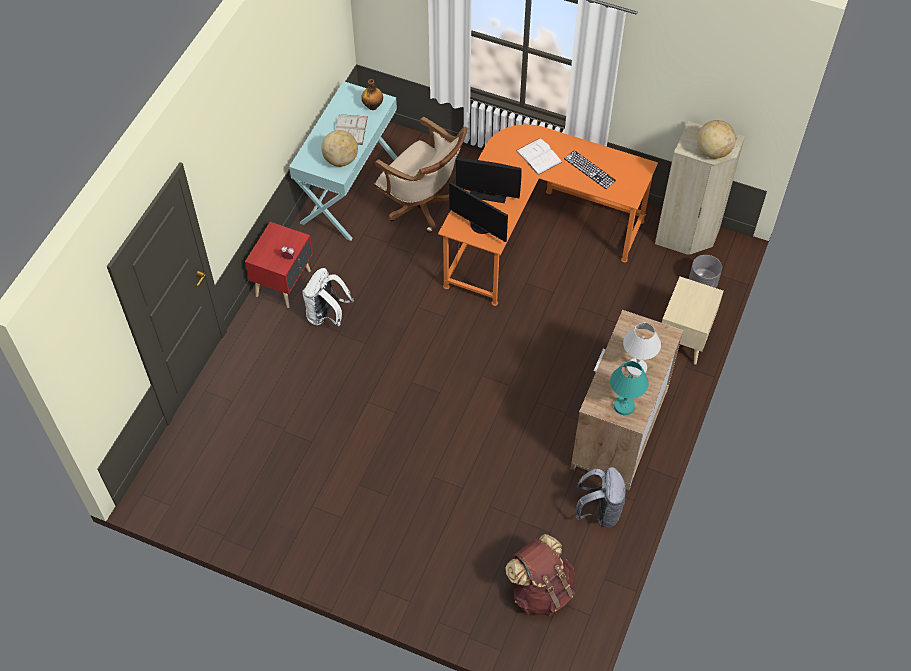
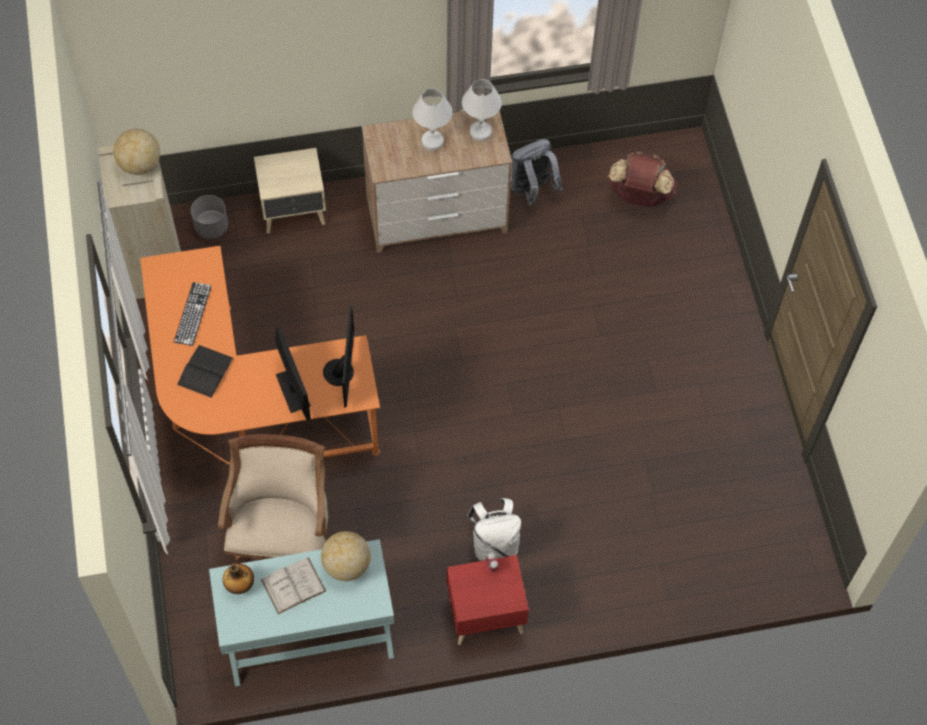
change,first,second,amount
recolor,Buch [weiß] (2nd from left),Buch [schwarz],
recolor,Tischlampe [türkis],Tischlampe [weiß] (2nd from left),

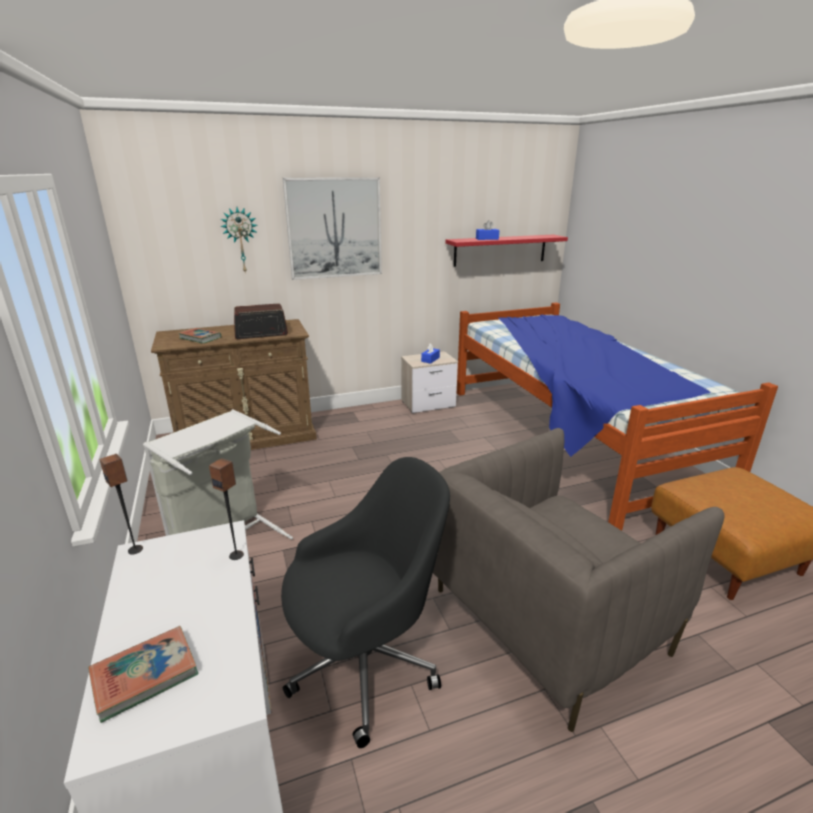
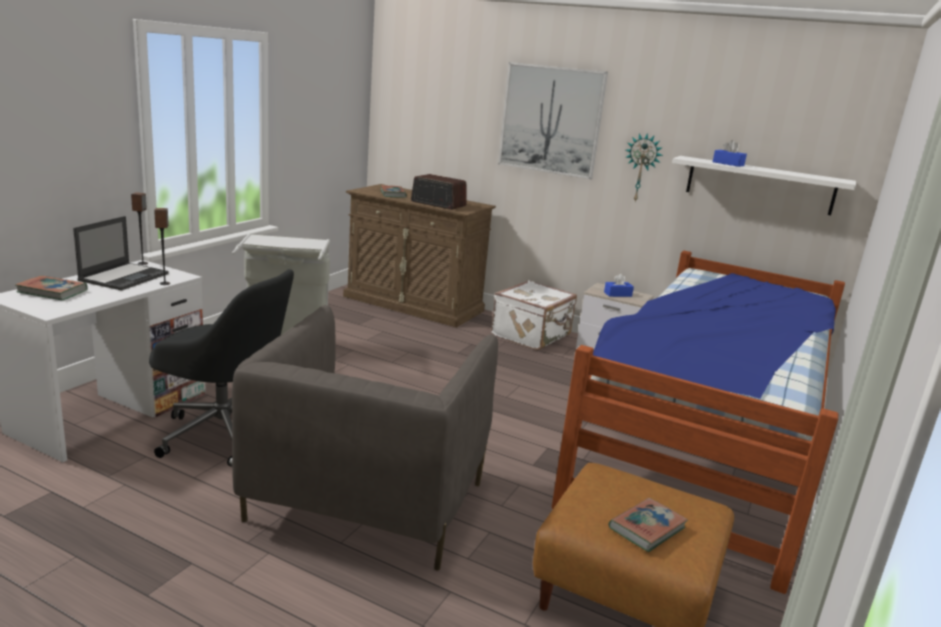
change,first,second,amount
move,Wanduhr,,
rotate,Sessel [grau],,90 degrees counterclockwise
recolor,Wandregal [rot],Wandregal [weiß],
insert,,Laptop,
insert,,Koffer [weiß],
insert,,Buch (3rd from left),

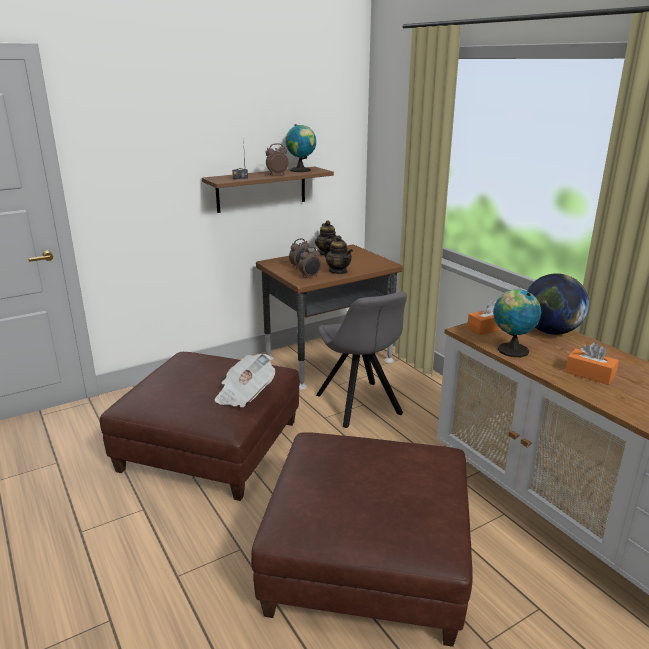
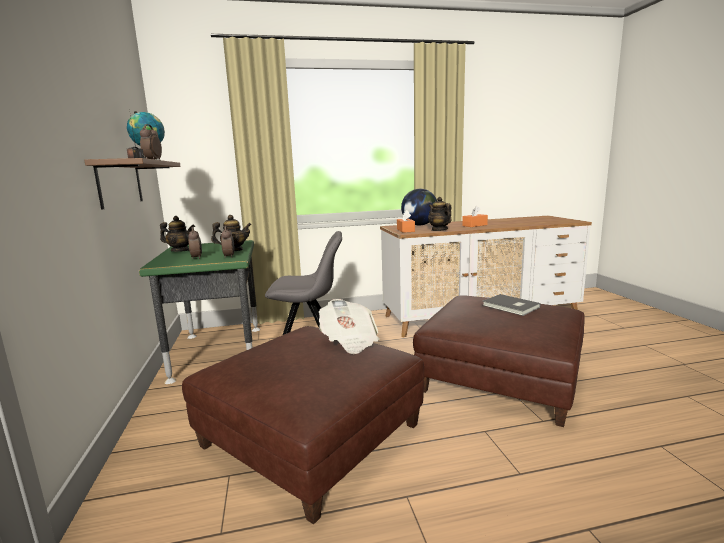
change,first,second,amount
recolor,Schreibtisch [braun],Schreibtisch [grün],
replace,Globus (2nd from left),Teekanne (3rd from left),
insert,,Buch [grau],

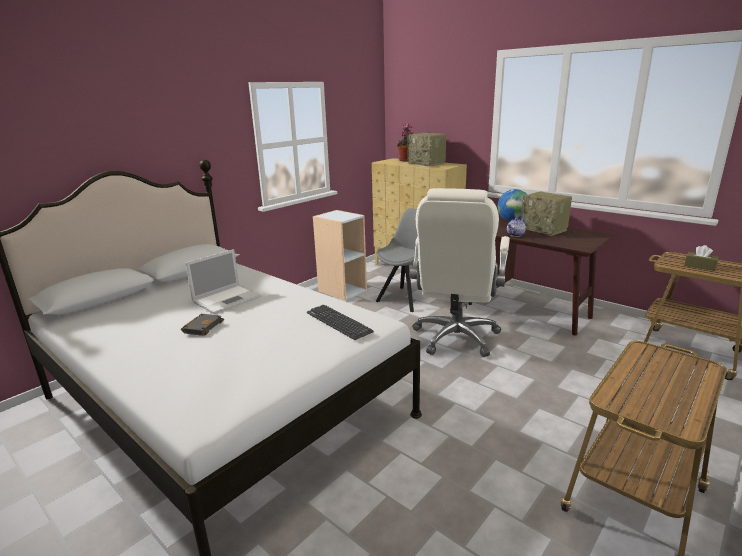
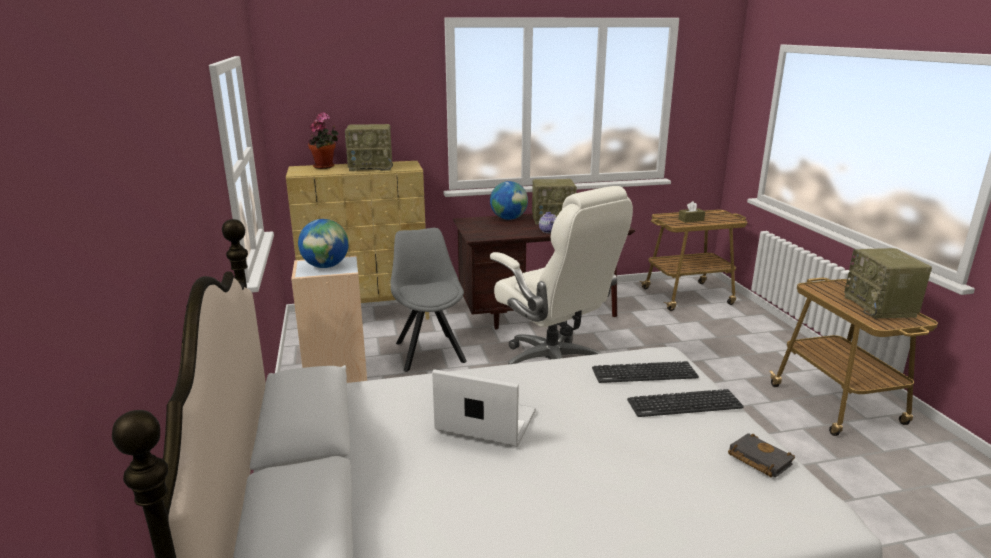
change,first,second,amount
move,Buch [schwarz],,
rotate,Laptop,,60 degrees counterclockwise
insert,,Globus (1st from left),
insert,,Tastatur (2nd from left),
insert,,Radio (3rd from left),

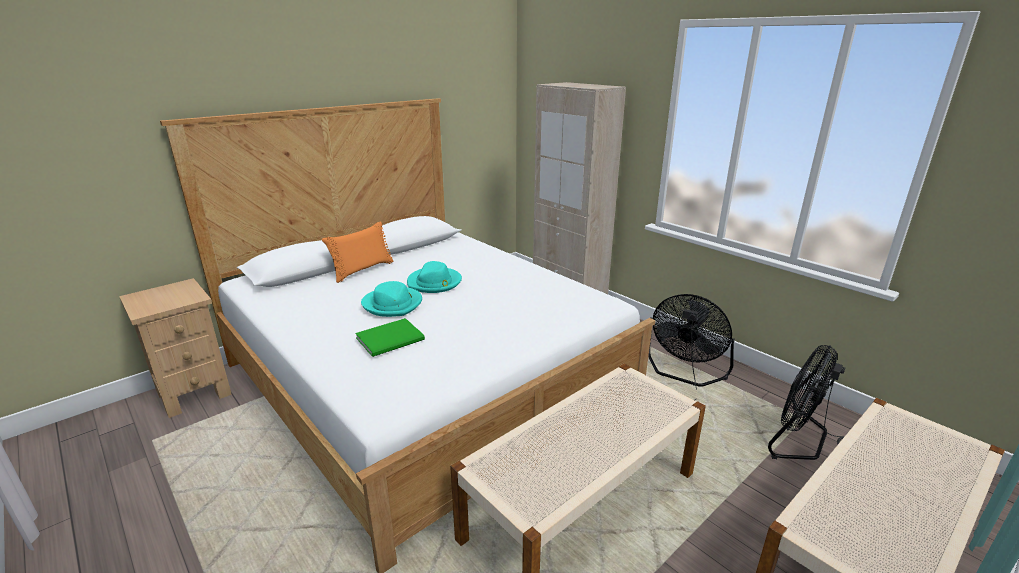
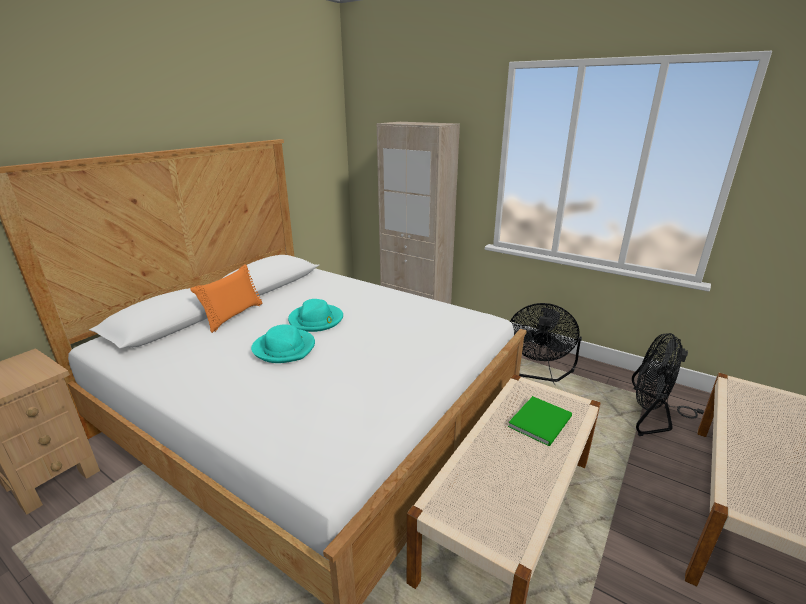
change,first,second,amount
move,Buch [grün],,

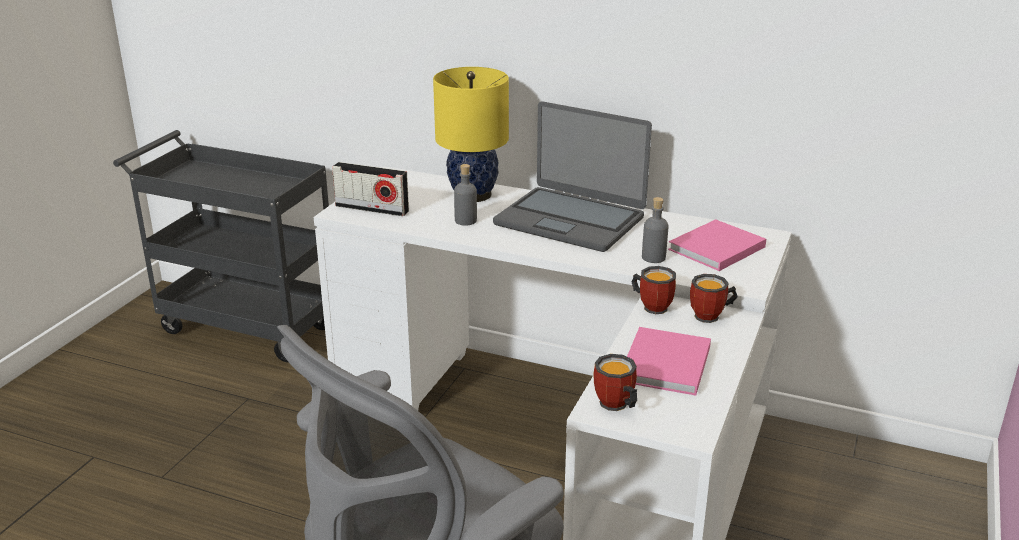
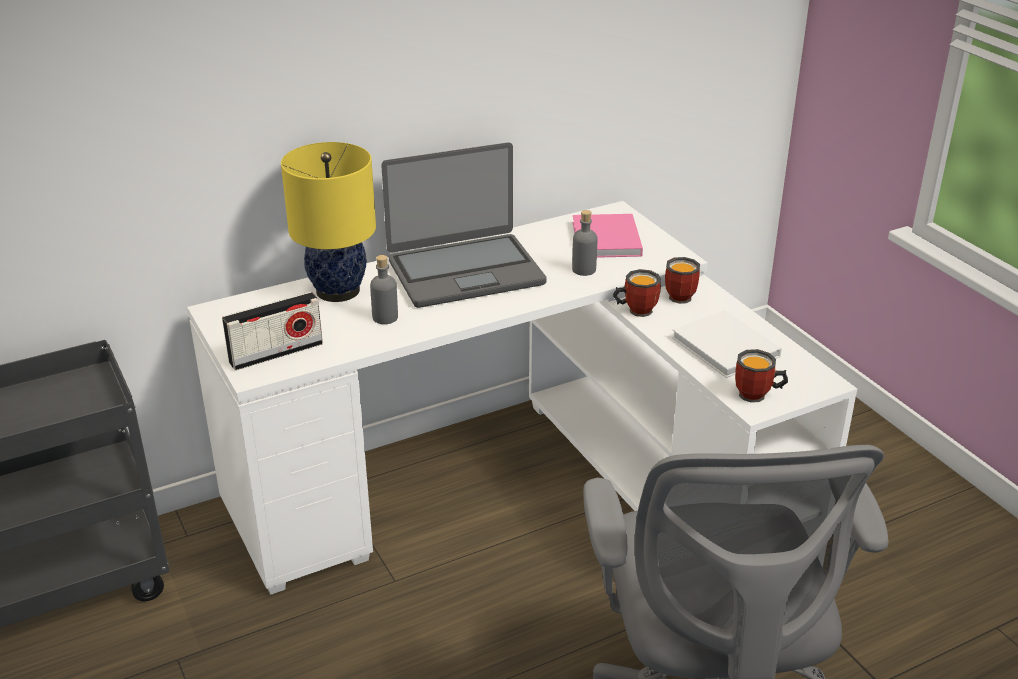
change,first,second,amount
recolor,Buch [rosa] (1st from left),Buch [weiß],

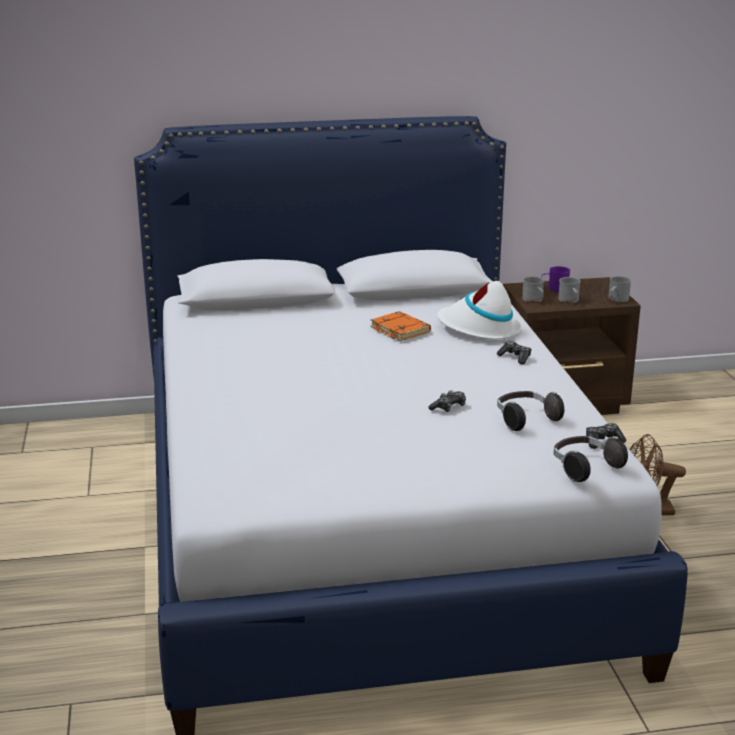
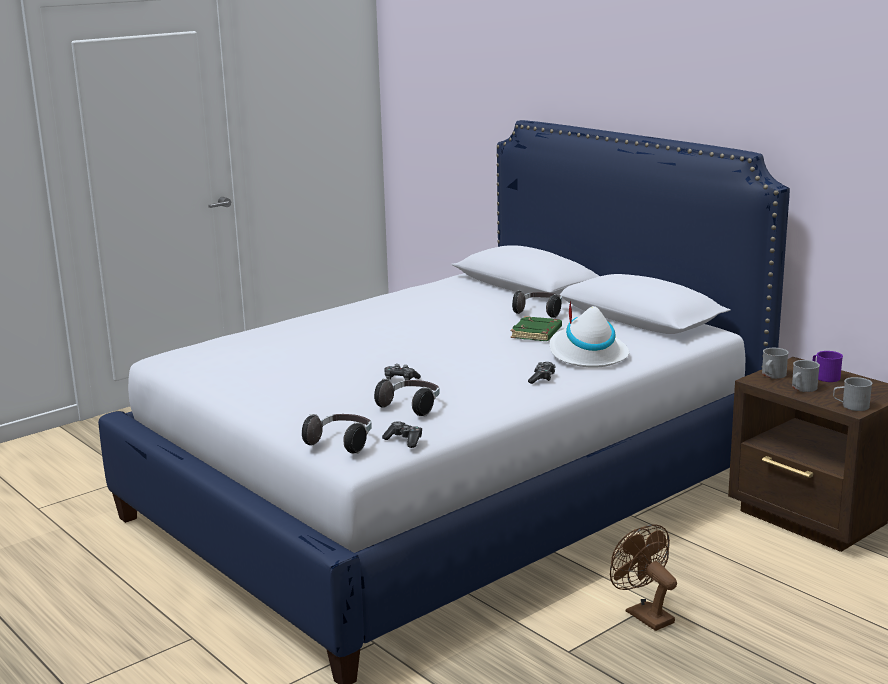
change,first,second,amount
recolor,Buch [orange],Buch [grün],
insert,,Kopfhörer (3rd from left),

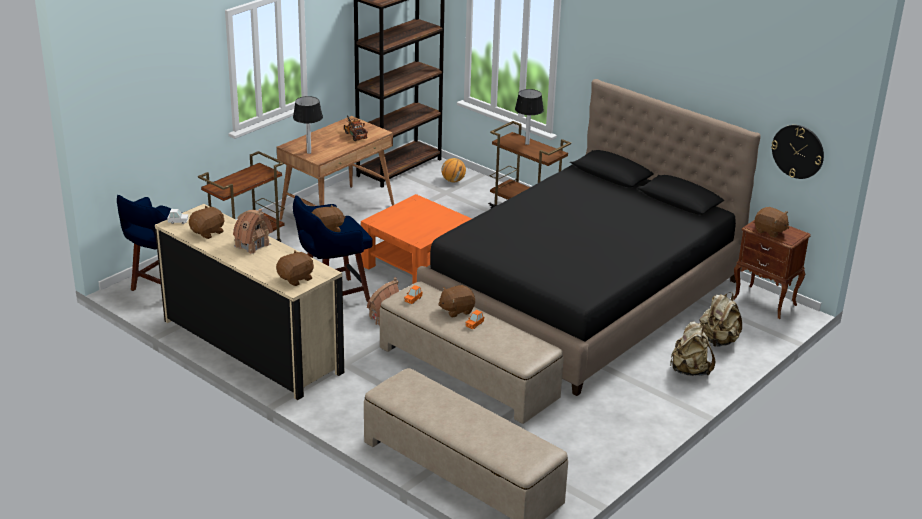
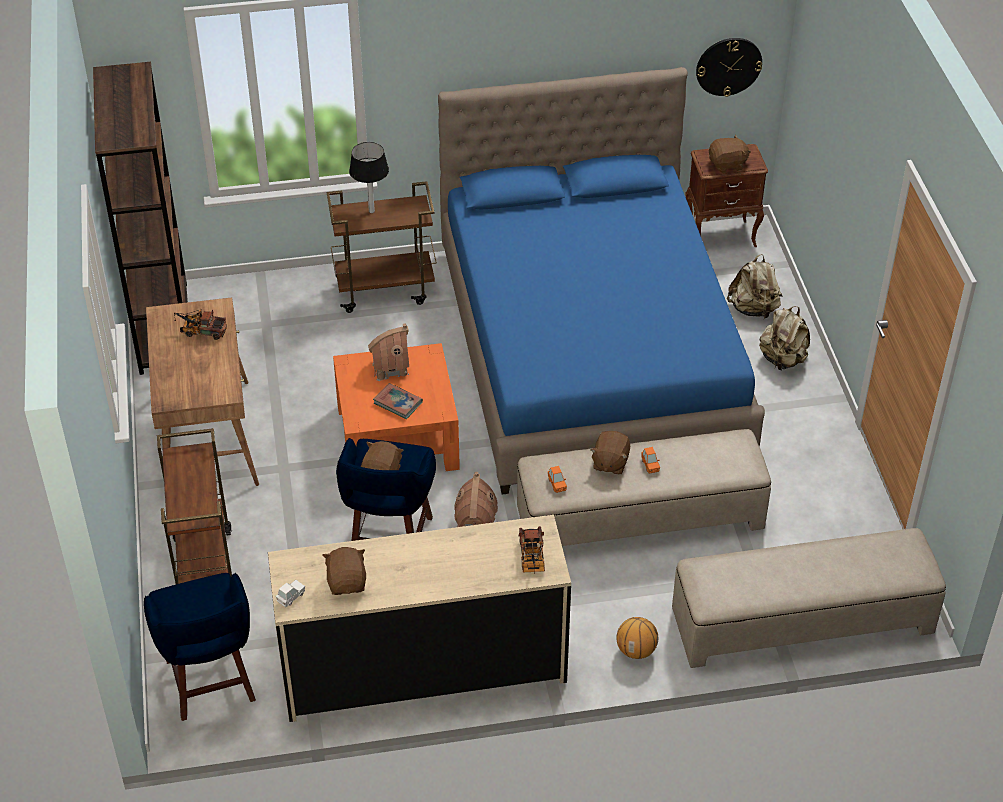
change,first,second,amount
move,Spielzeughaus (1st from left),,
replace,Plüschtier [braun] (2nd from left),Spielzeuglaster (2nd from left),
delete,Tischlampe (1st from left),,
recolor,Bett [schwarz],Bett [blau],
move,Basketball,,
insert,,Buch,

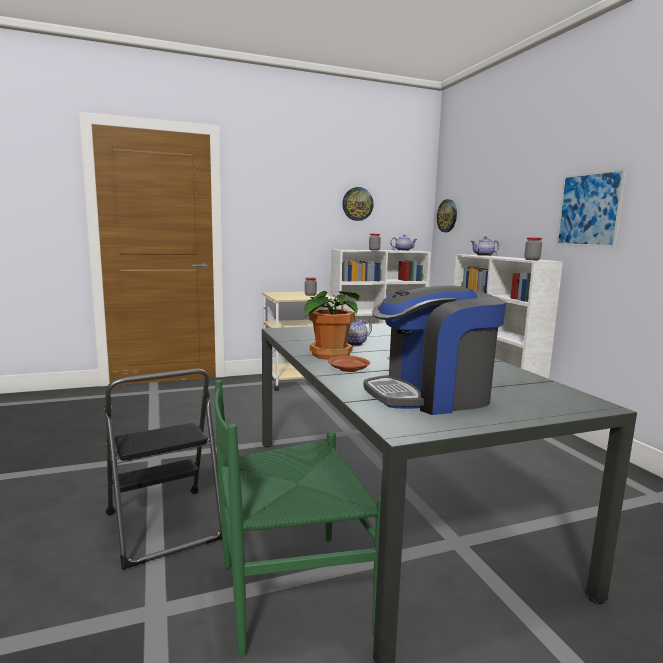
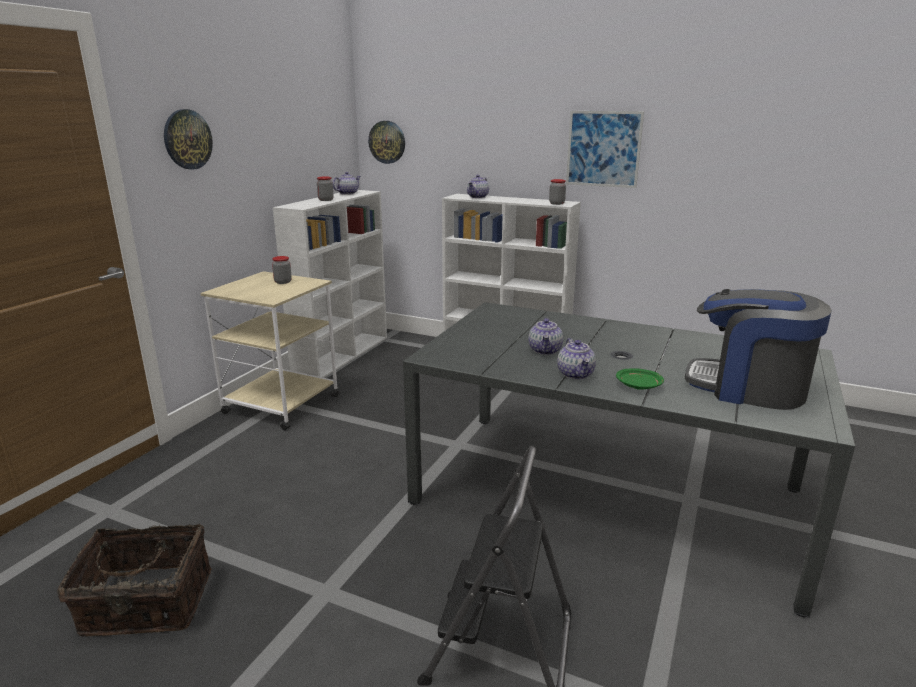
change,first,second,amount
delete,Stuhl [grün],,
replace,Topfpflanze,Teekanne (4th from left),
recolor,Teller [braun],Teller [grün],
move,Wanduhr (1st from left),,
rotate,Kaffeemaschine,,90 degrees clockwise
insert,,Korb,

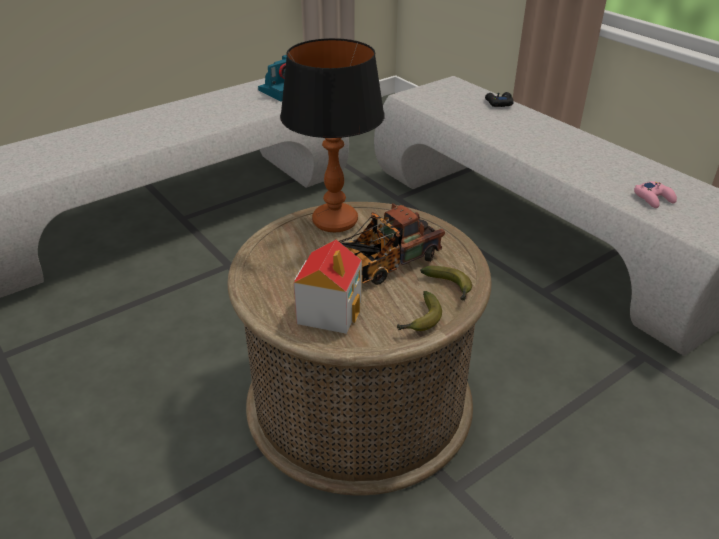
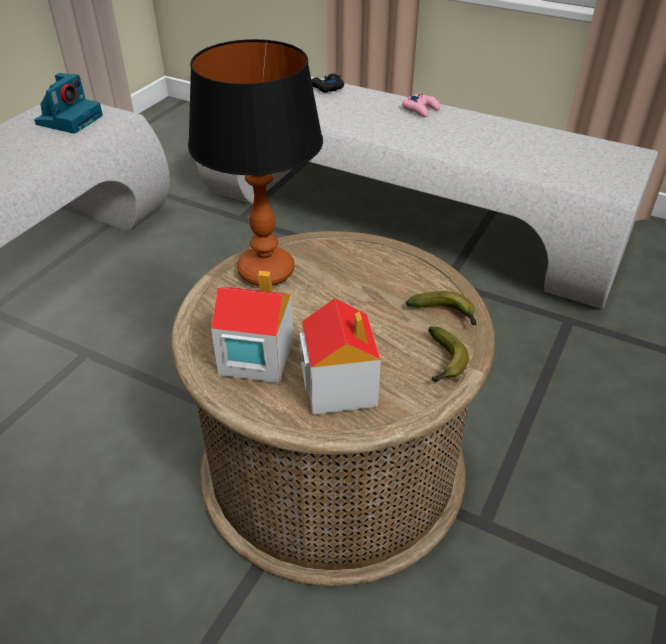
change,first,second,amount
delete,Spielzeuglaster,,
move,Gamepad [rosa],,
insert,,Spielzeughaus (1st from left),

